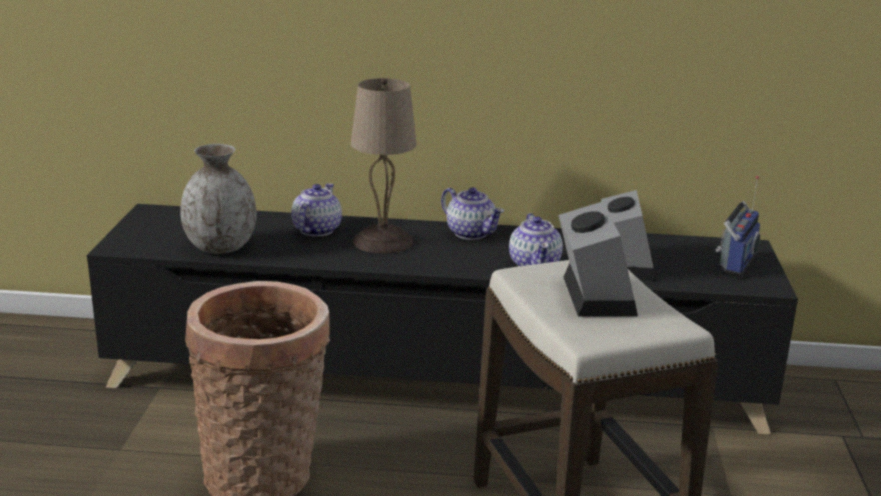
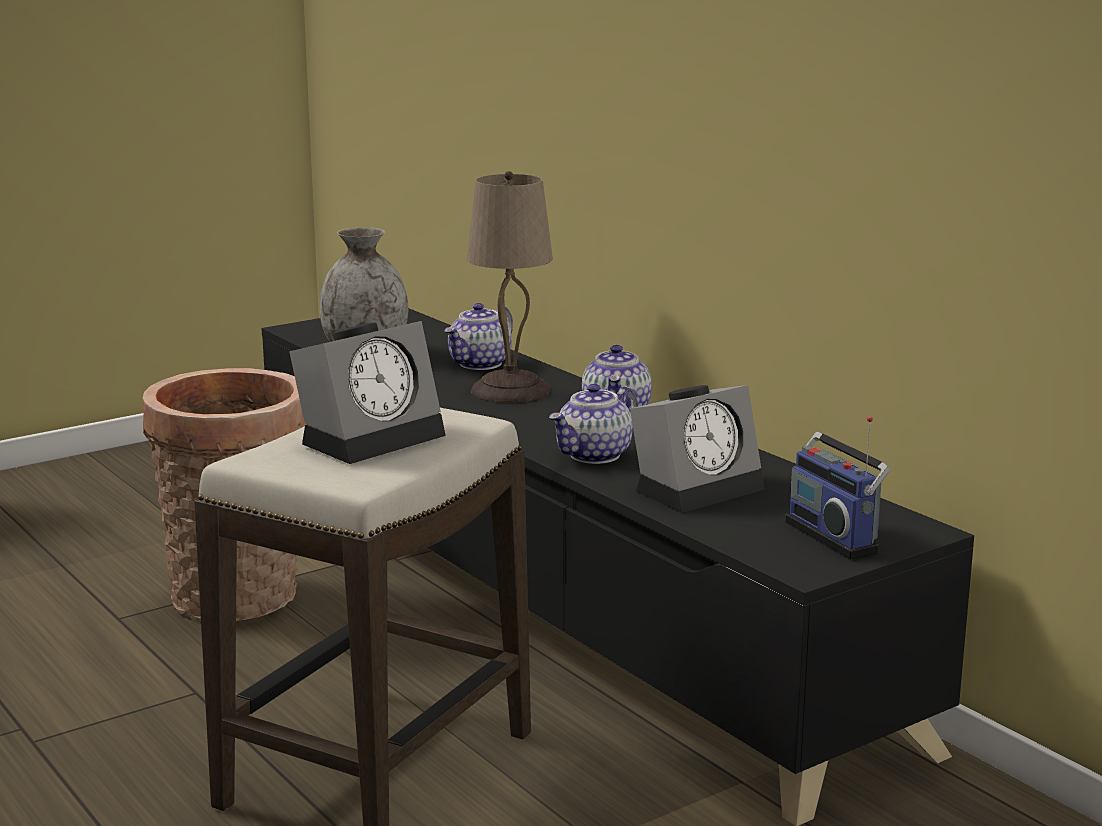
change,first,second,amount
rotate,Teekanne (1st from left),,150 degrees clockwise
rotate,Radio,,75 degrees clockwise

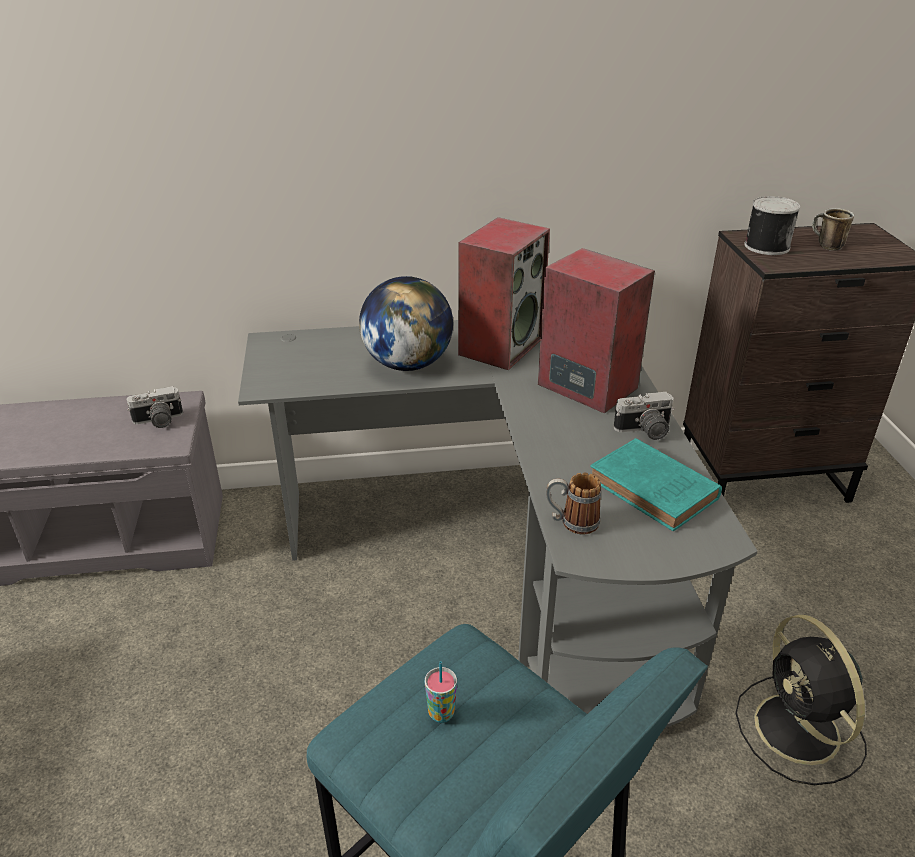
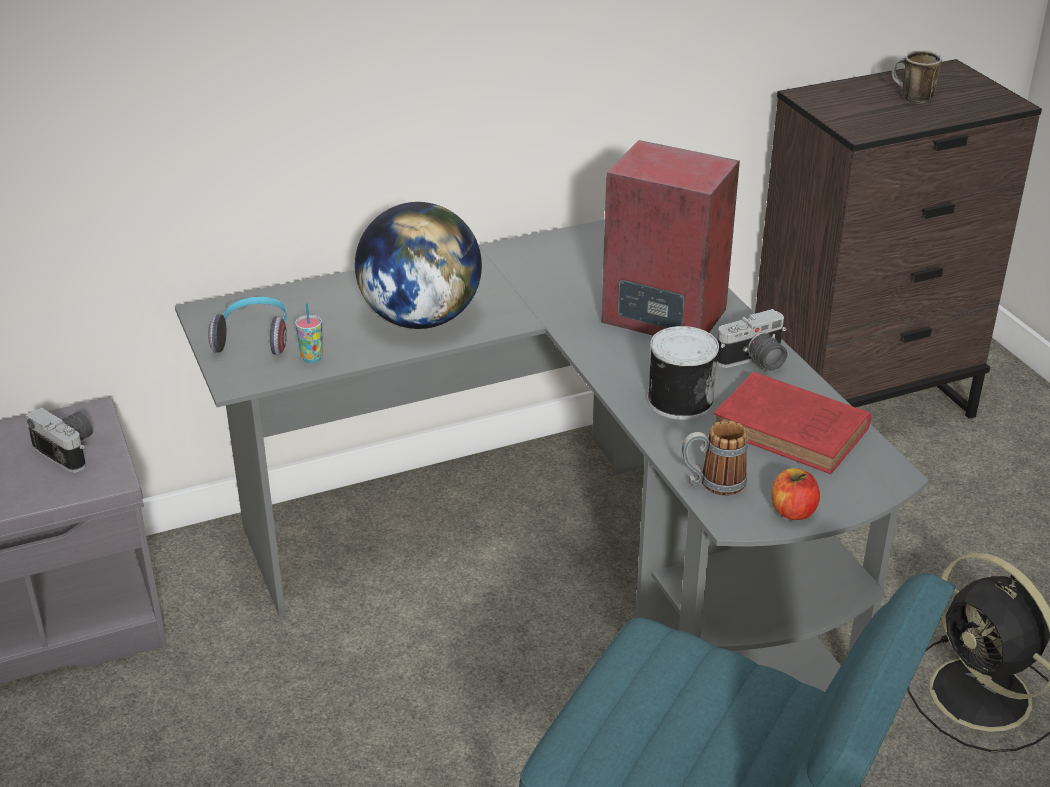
change,first,second,amount
rotate,Kamera (1st from left),,105 degrees counterclockwise
move,Tasse,,
delete,Lautsprecher (1st from left),,
recolor,Buch [türkis],Buch [rot],
move,Dose,,
insert,,Kopfhörer,
insert,,Apfel,

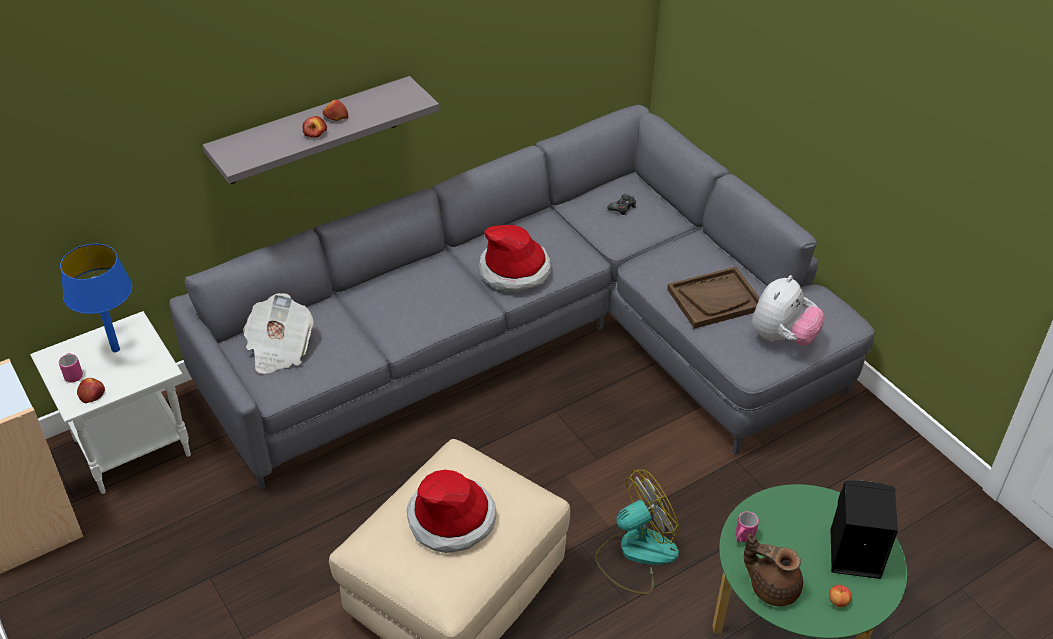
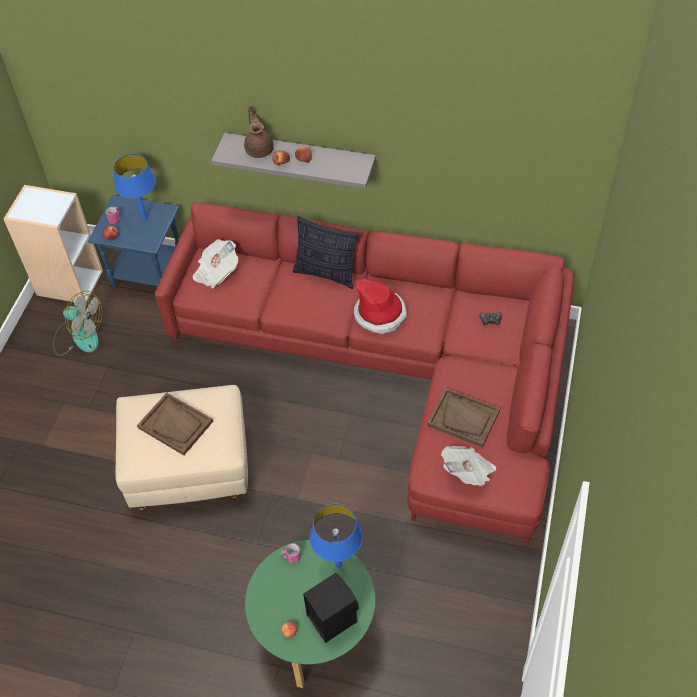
change,first,second,amount
recolor,Beistelltisch [weiß],Beistelltisch [blau],
recolor,Sofa [grau],Sofa [rot],
replace,Hut (1st from left),Tablett [braun] (1st from left),
move,Ventilator,,
move,Teekanne [braun],,
replace,Plüschtier,Zeitung (2nd from left),
insert,,Kissen,
insert,,Tischlampe [blau] (2nd from left),

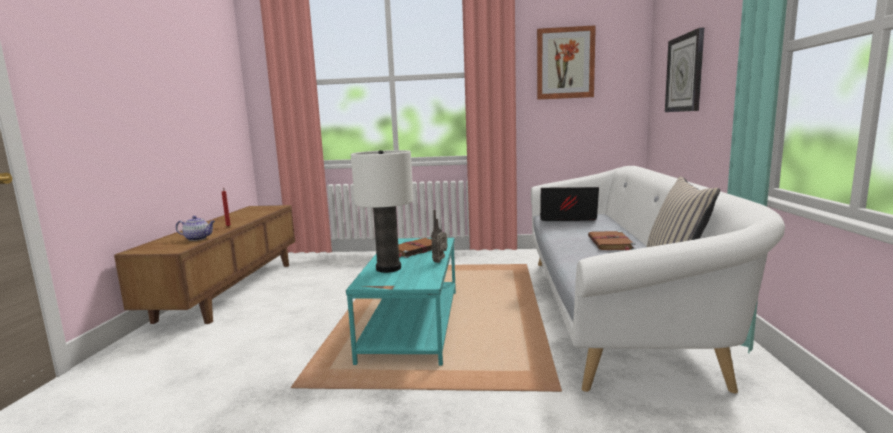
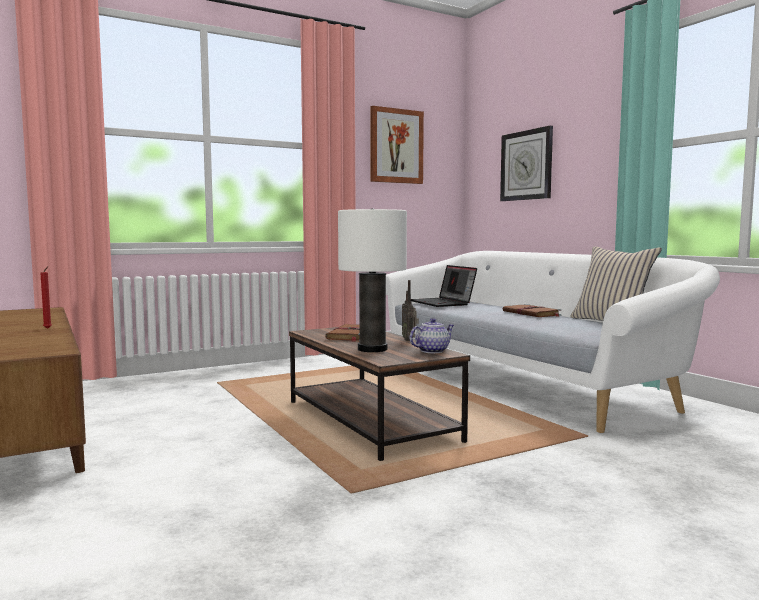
change,first,second,amount
move,Teekanne,,
recolor,Couchtisch [türkis],Couchtisch [braun],
rotate,Laptop,,90 degrees counterclockwise

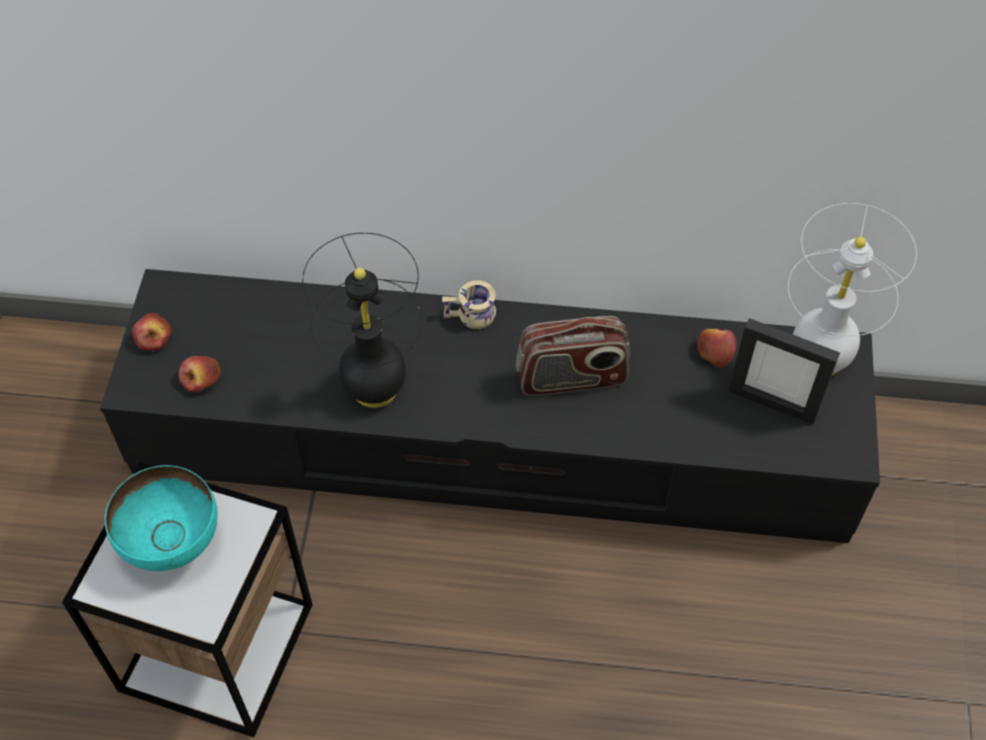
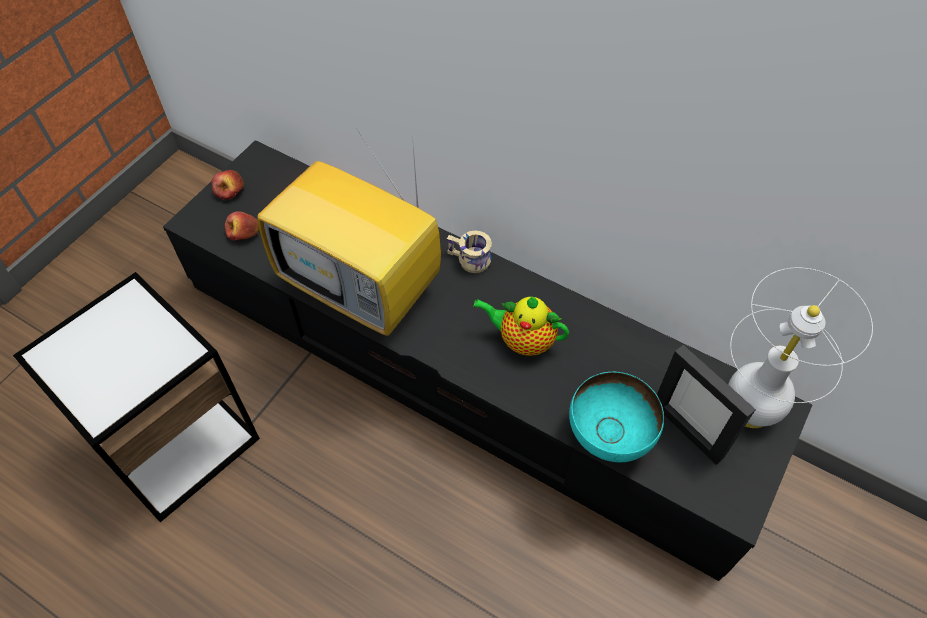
change,first,second,amount
move,Schüssel [türkis],,
replace,Tischlampe [schwarz],Fernseher,
replace,Radio,Teekanne,
delete,Apfel (3rd from left),,

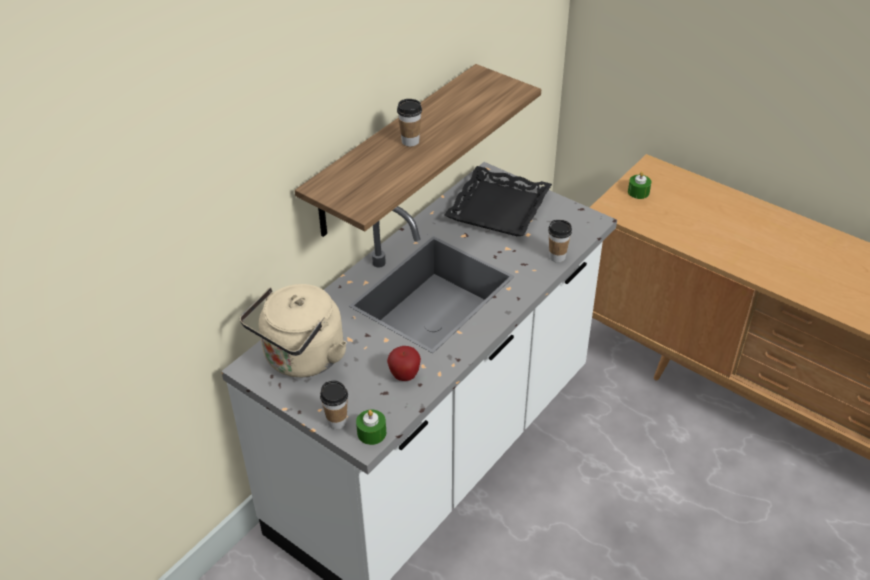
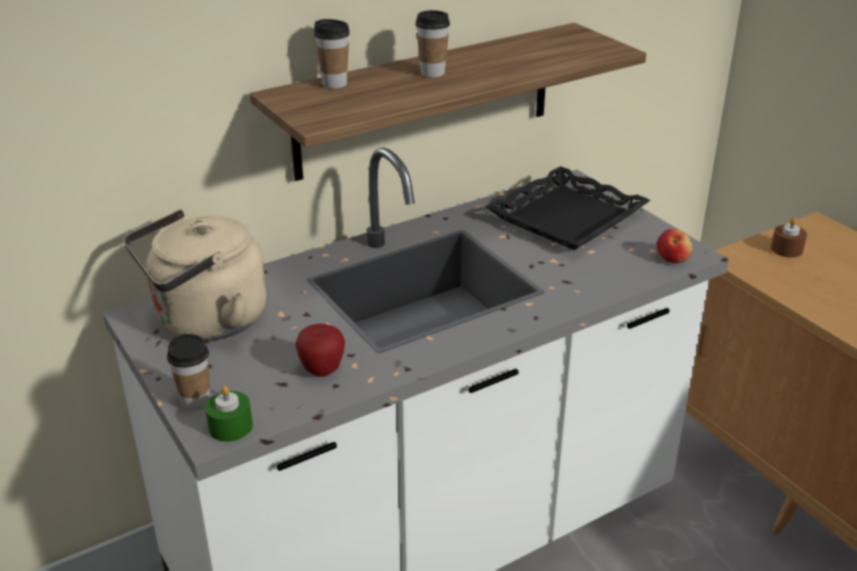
change,first,second,amount
move,Tasse (3rd from left in the first image),Tasse (2nd from left),
recolor,Kerze [grün] (2nd from left),Kerze [braun],
insert,,Apfel (2nd from left),

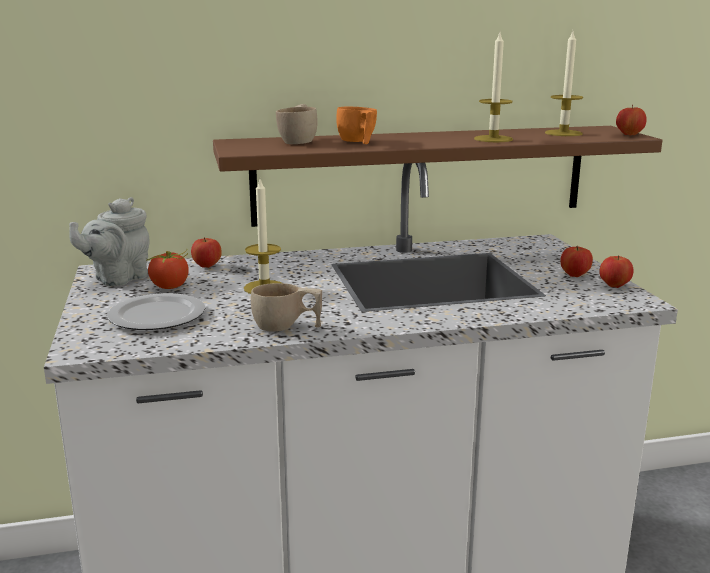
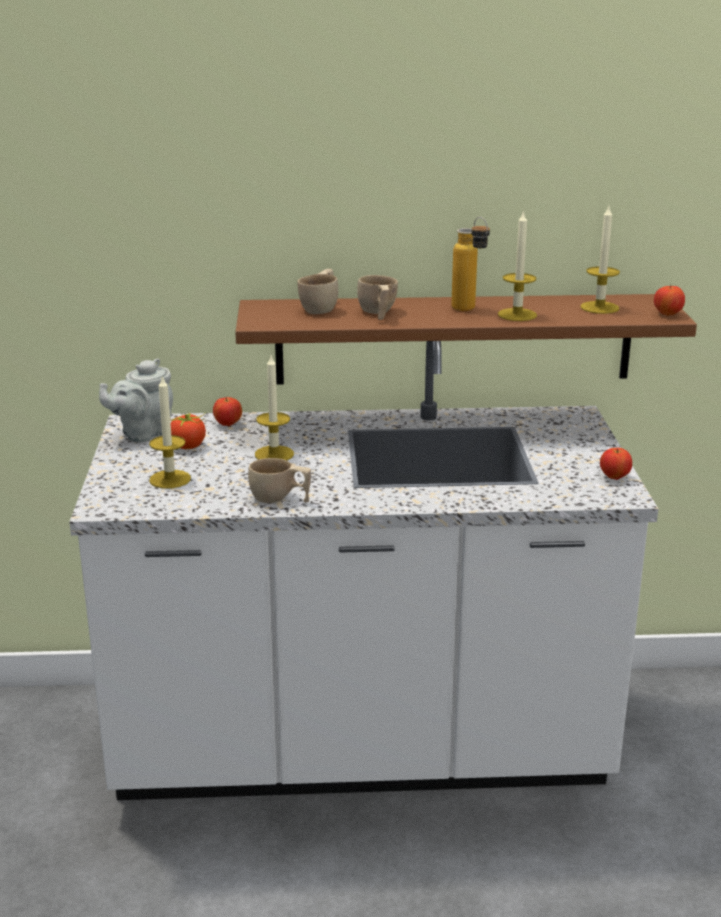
change,first,second,amount
replace,Teller,Kerze (1st from left),
recolor,Tasse [orange],Tasse [beige] (3rd from left),
delete,Apfel (2nd from left),,
insert,,Flasche,

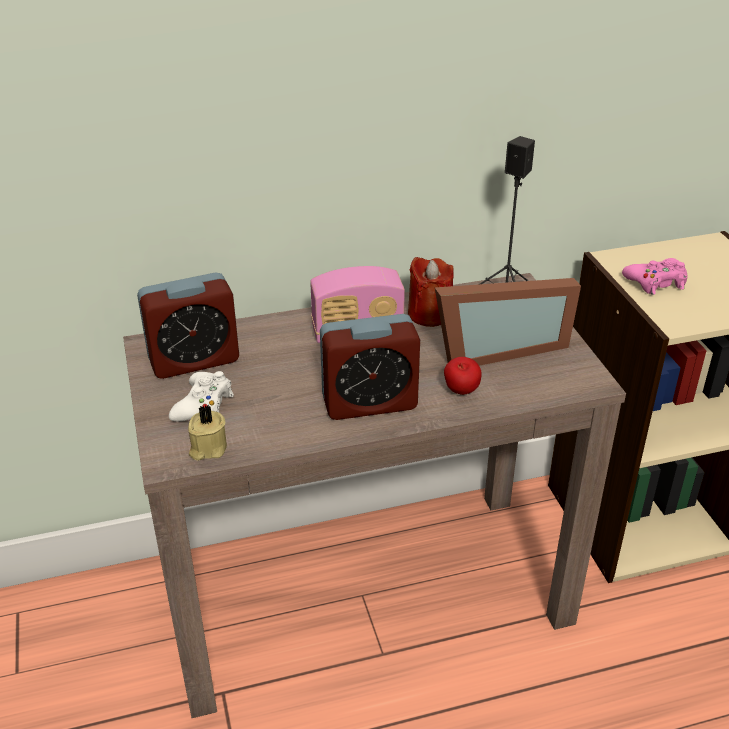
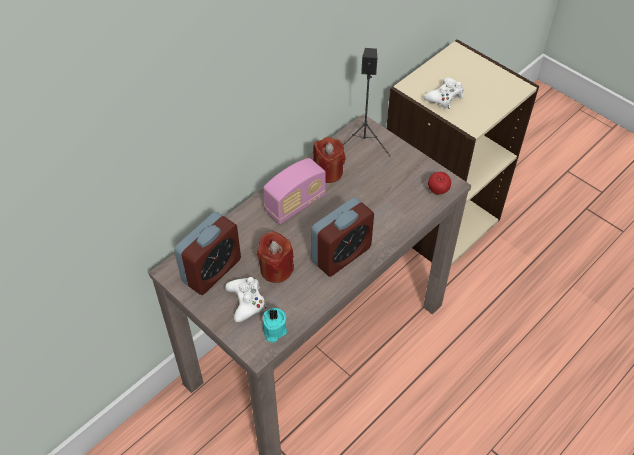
change,first,second,amount
recolor,Kerze [beige],Kerze [türkis],
delete,Bilderrahmen,,
move,Apfel,,
recolor,Gamepad [rosa],Gamepad [weiß] (2nd from left),
insert,,Kerze [rot] (1st from left),

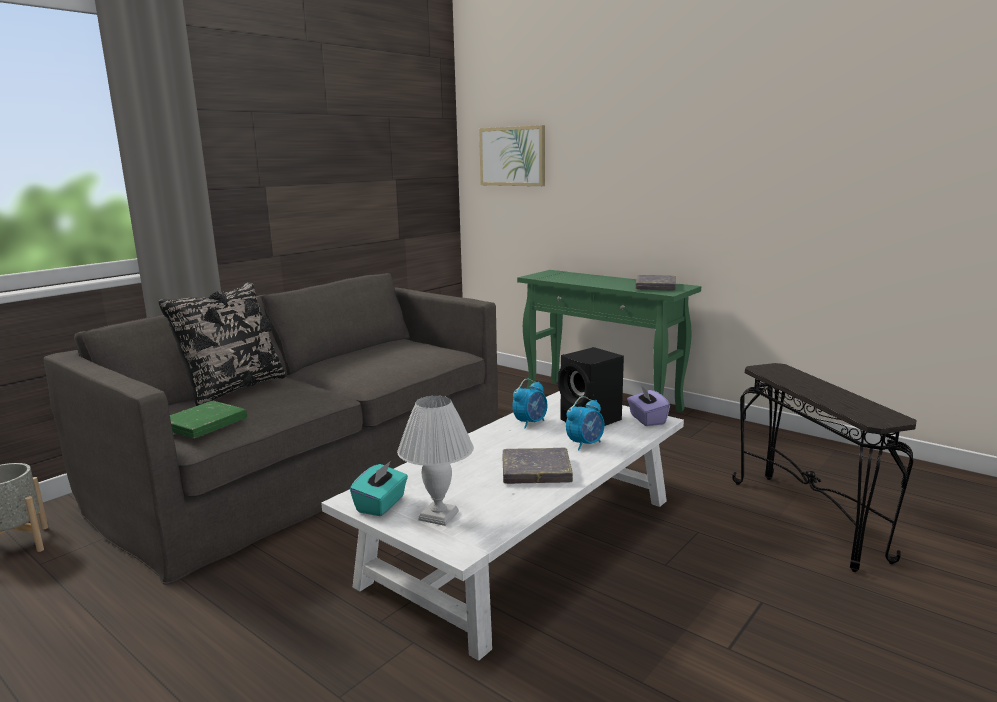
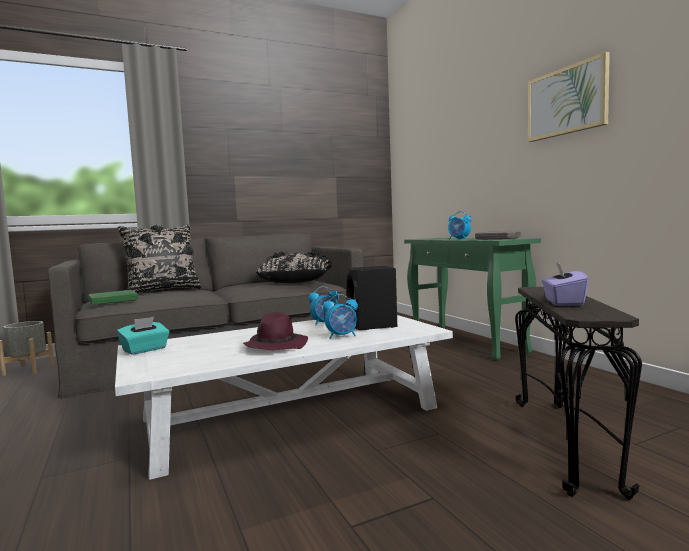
change,first,second,amount
delete,Tischlampe [weiß],,
move,Bild,,
replace,Buch [grau] (1st from left),Hut [lila],
move,Taschentuchbox [lila],,
insert,,Kissen [schwarz] (2nd from left),
insert,,Wecker (3rd from left),

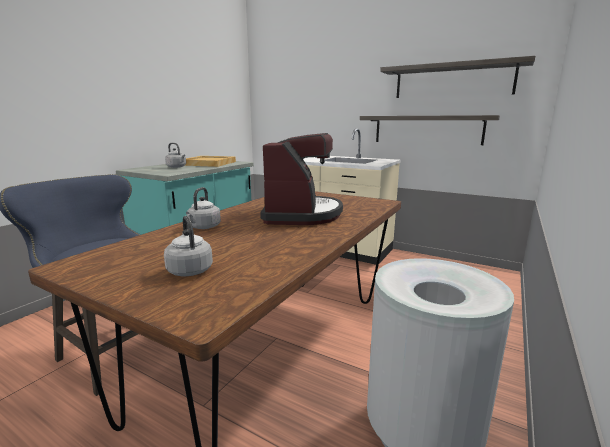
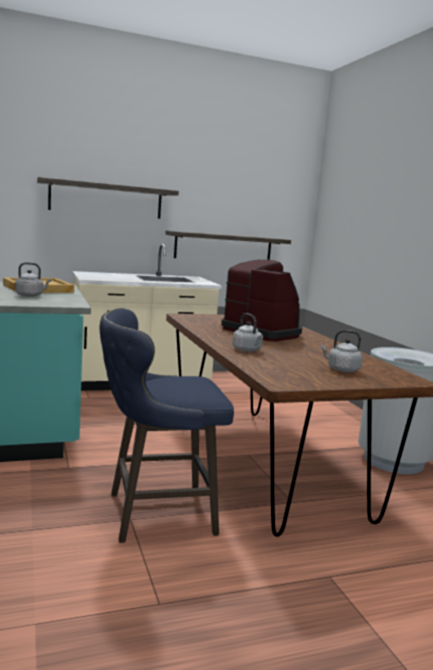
change,first,second,amount
move,Wandregal (2nd from left in the first image),Wandregal (1st from left),

